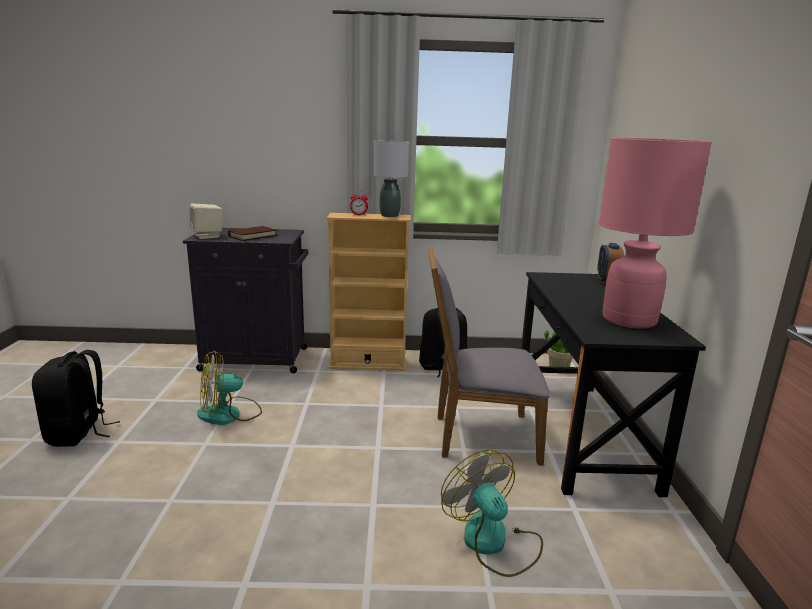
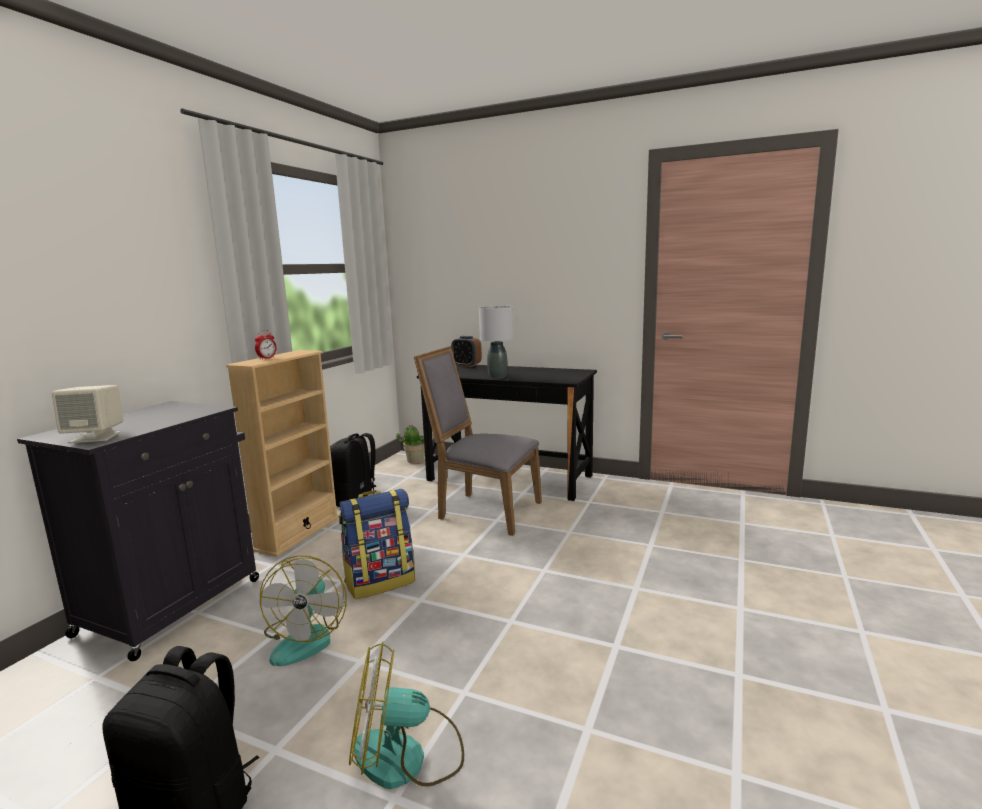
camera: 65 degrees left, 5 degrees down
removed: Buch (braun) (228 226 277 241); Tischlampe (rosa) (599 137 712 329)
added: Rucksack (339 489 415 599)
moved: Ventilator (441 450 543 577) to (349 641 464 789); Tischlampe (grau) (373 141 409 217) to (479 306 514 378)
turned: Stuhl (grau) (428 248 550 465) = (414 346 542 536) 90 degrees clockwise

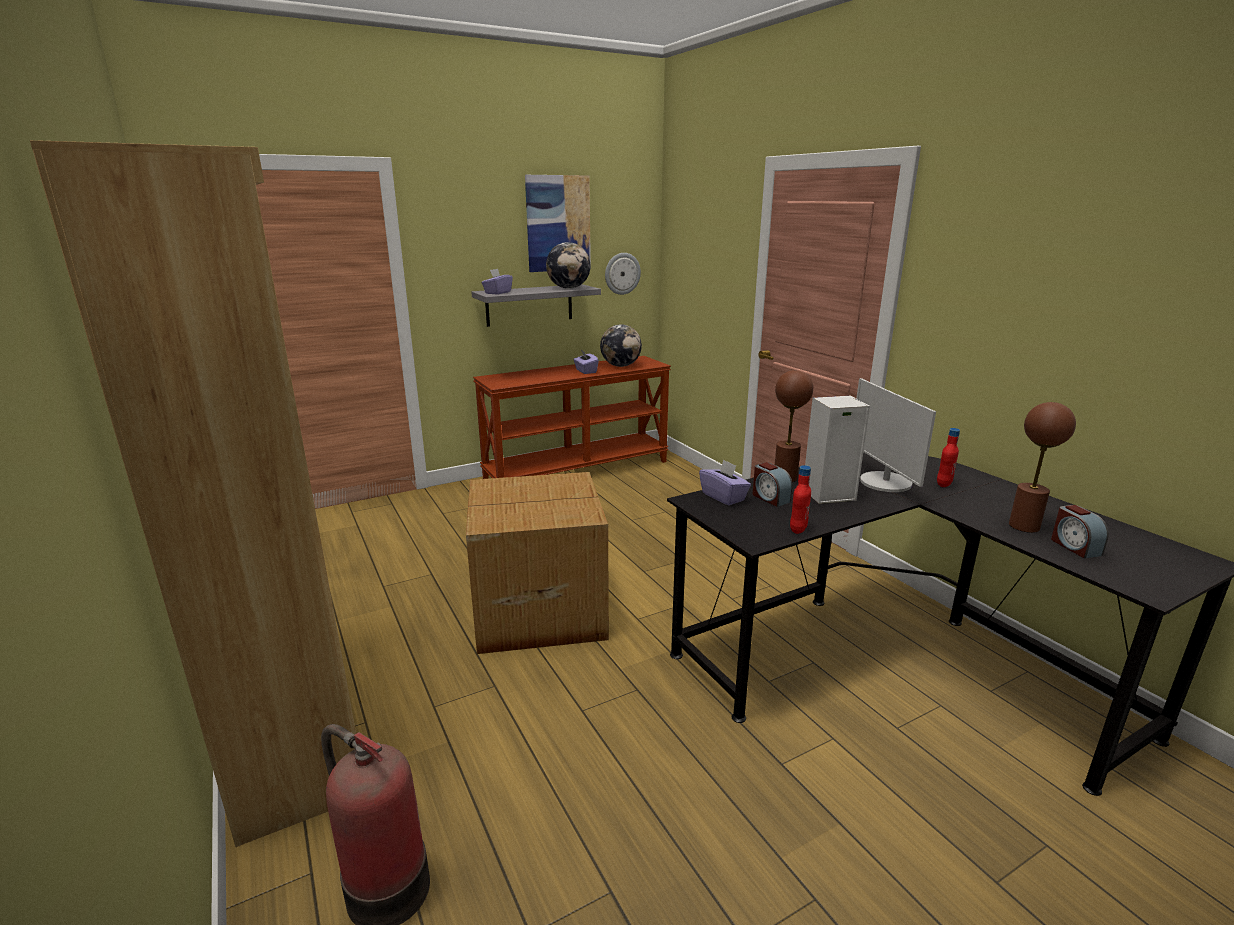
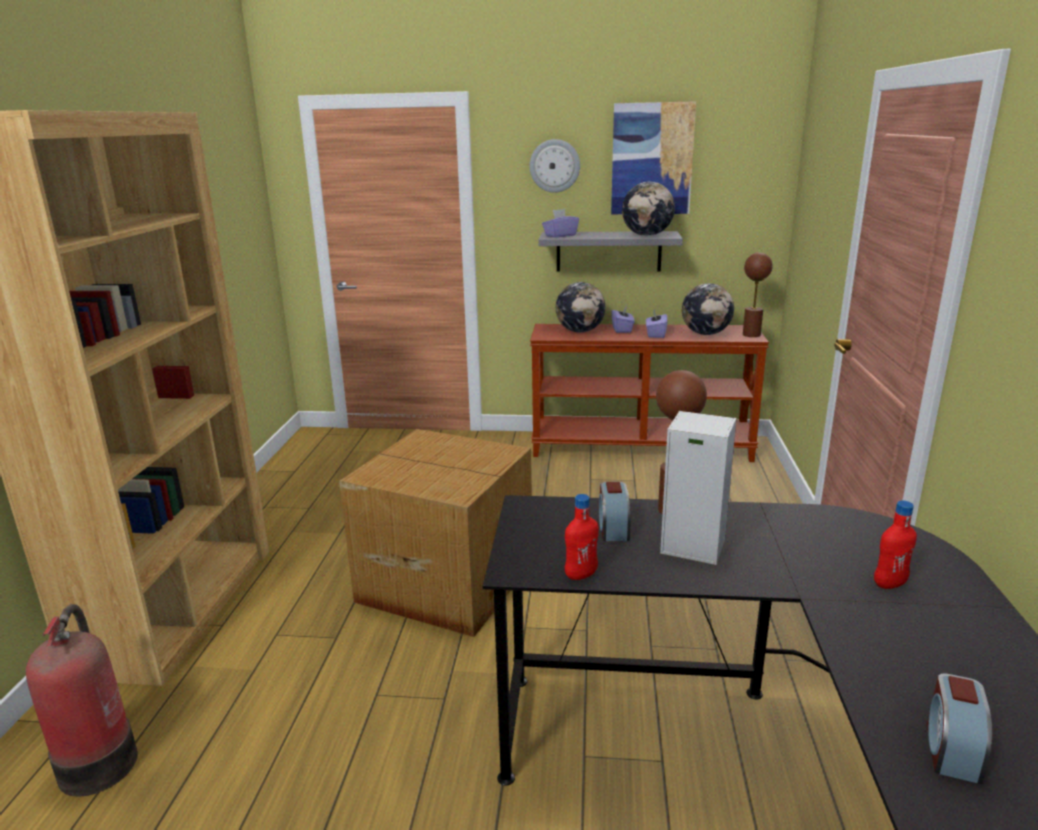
camera: 35 degrees right, 0 degrees up
removed: Monitor (856 378 936 492)
added: Globus (556 282 605 333)
moved: Wanduhr (605 253 641 295) to (530 139 580 193); Taschentuchbox (lila) (699 459 751 505) to (611 306 635 333); Tischlampe (braun) (1009 402 1076 533) to (743 253 773 337)

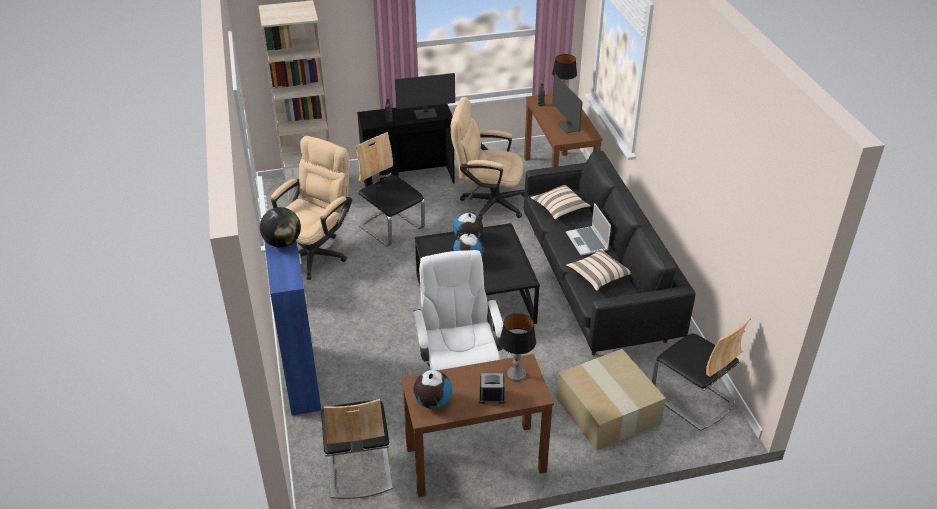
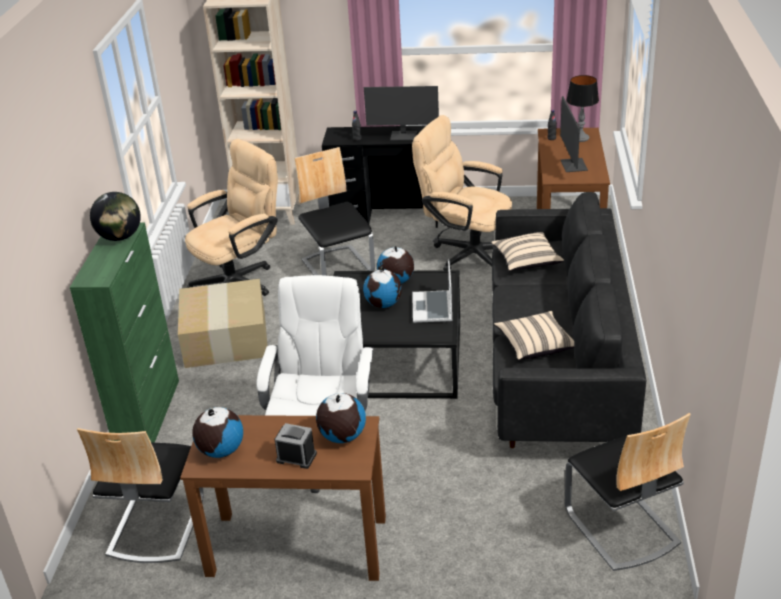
camera: 20 degrees right, 5 degrees down
moved: Karton (556 349 666 451) to (178 279 268 368); Laptop (566 203 611 256) to (412 259 452 323)
replaced: Tischlampe (499 313 536 381) to Globus (316 393 366 443)
recoloured: Schrank (blau) (264 240 321 416) to Schrank (grün) (70 222 179 443)

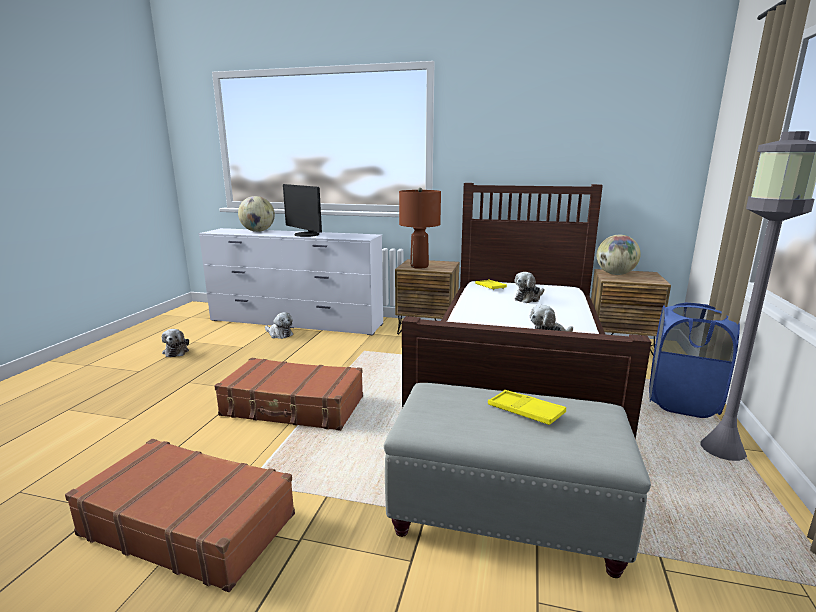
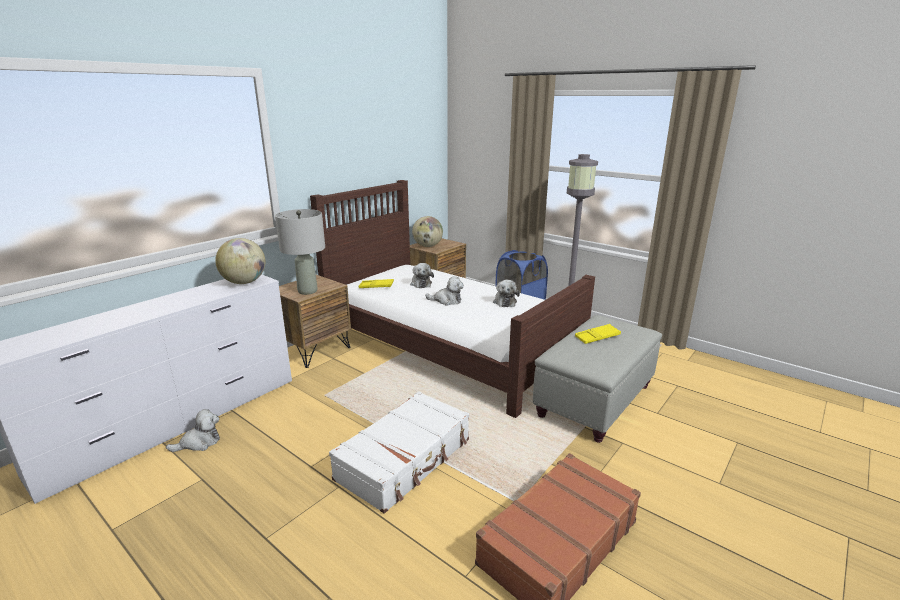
camera: 65 degrees left, 5 degrees up
removed: Monitor (283 184 322 237)
moved: Globus (238 196 275 232) to (215 238 265 284); Plüschtier (161 329 189 357) to (425 276 464 305)
recoloured: Tischlampe (braun) (399 188 441 269) to Tischlampe (grau) (275 209 325 295); Koffer (braun) (214 358 363 431) to Koffer (weiß) (329 391 469 513)

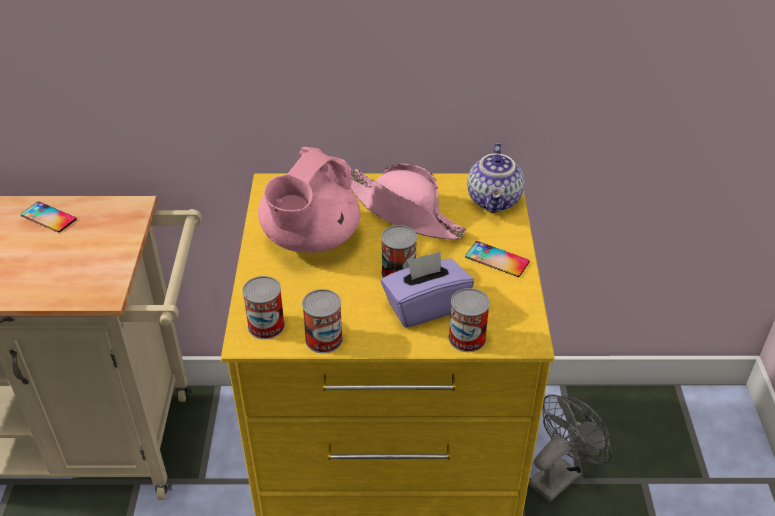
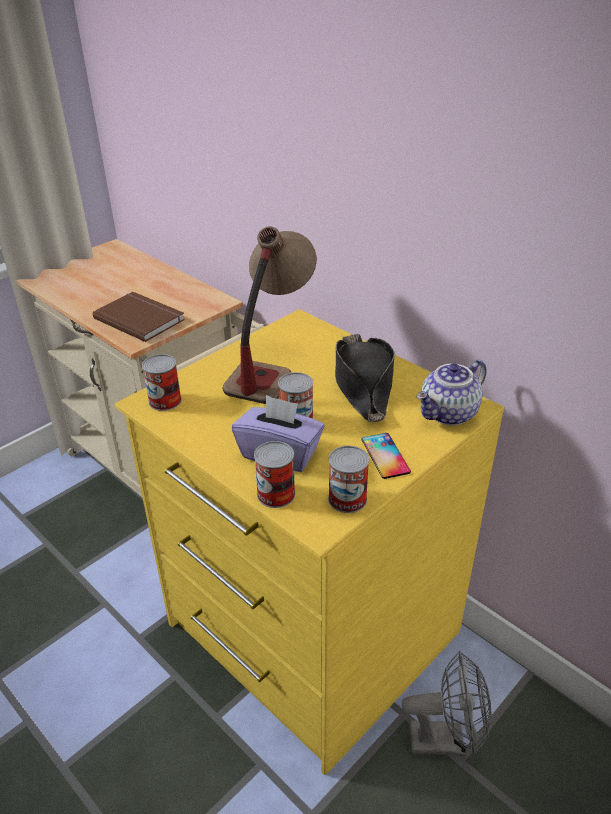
camera: 45 degrees right, 5 degrees down
removed: Handy (21 202 77 232)
added: Buch (braun) (93 292 185 342)
moved: Dose (302 289 343 353) to (328 446 369 513)
replaced: Teekanne (rosa) (258 147 361 253) to Tischlampe (223 226 317 404)
recoloured: Hut (rosa) (351 163 466 240) to Hut (schwarz) (335 334 395 422)

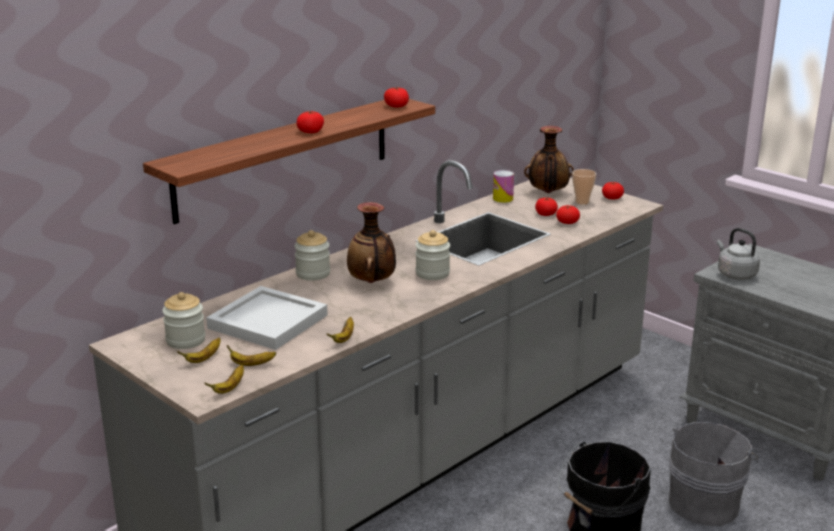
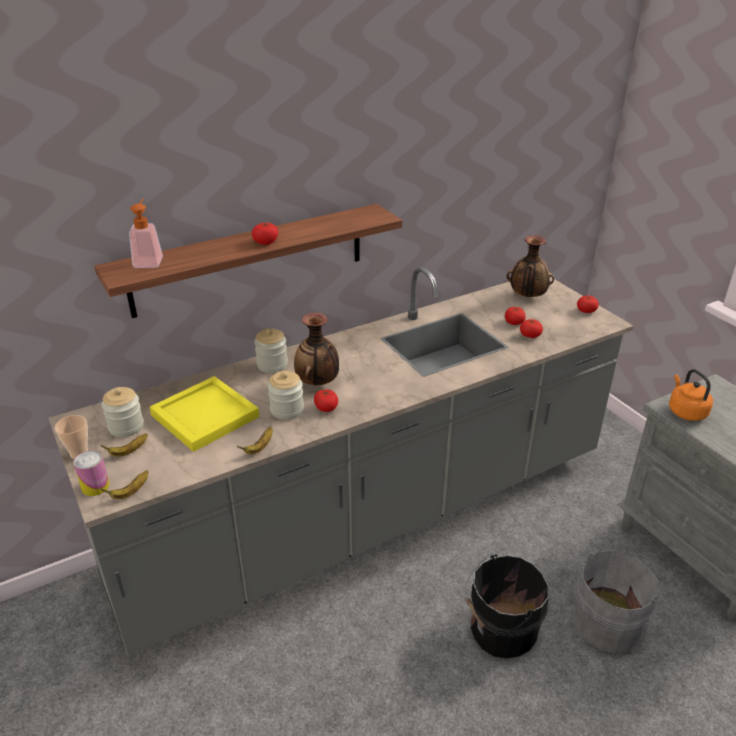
camera: 15 degrees right, 10 degrees up
removed: Banane (227 345 276 366)
added: Seifenspender (129 198 163 268)
moved: Tasse (572 169 596 204) to (55 415 88 459); Dose (493 170 514 203) to (73 451 110 496); Vorratsglas (415 230 450 280) to (268 371 304 420); Tomate (384 87 409 107) to (314 389 338 412)
recoloured: Tablett (weiß) (206 286 328 350) to Tablett (gelb) (150 376 259 452); Wasserkessel (grau) (717 228 760 280) to Wasserkessel (orange) (669 369 713 421)

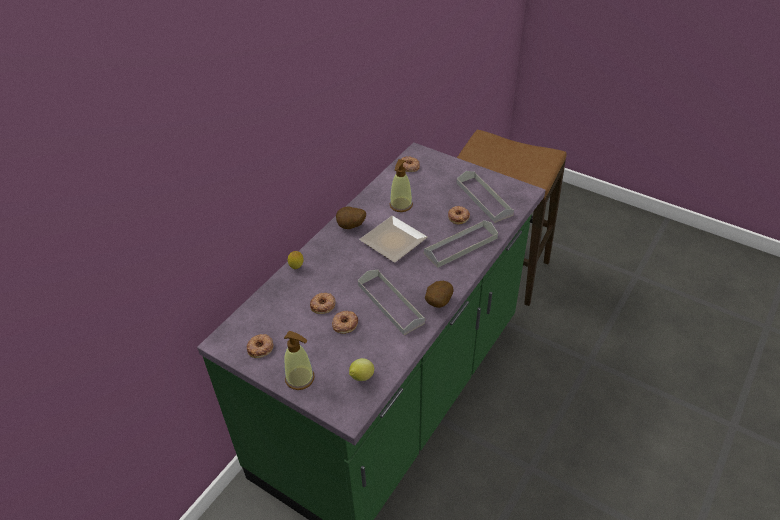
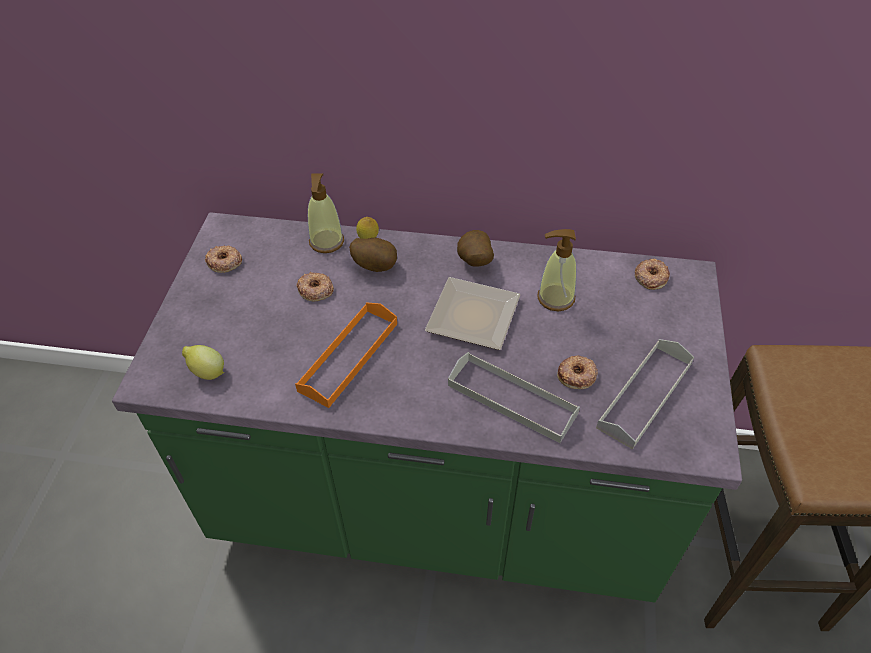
camera: 65 degrees right, 5 degrees up
removed: Donut (332 311 358 334)
moved: Seifenspender (284 331 315 390) to (308 173 344 253); Kartoffel (425 281 454 308) to (349 238 397 272)
recoloured: Tablett (grau) (358 270 425 335) to Tablett (orange) (295 302 397 408)

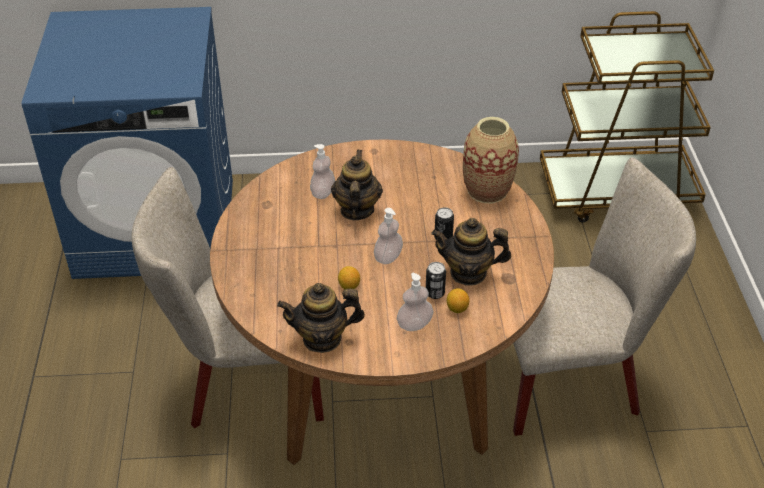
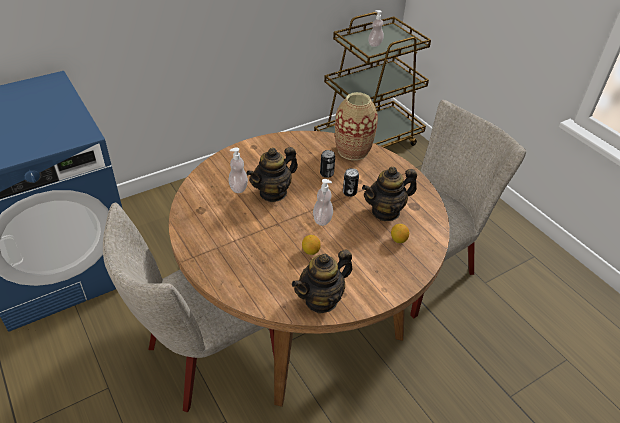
camera: 30 degrees left, 0 degrees up
moved: Dose (426 262 446 299) to (320 150 335 178); Seifenspender (397 273 433 331) to (368 10 384 47)
turned: Teekanne (331 150 383 220) = (246 147 298 202) 105 degrees counterclockwise

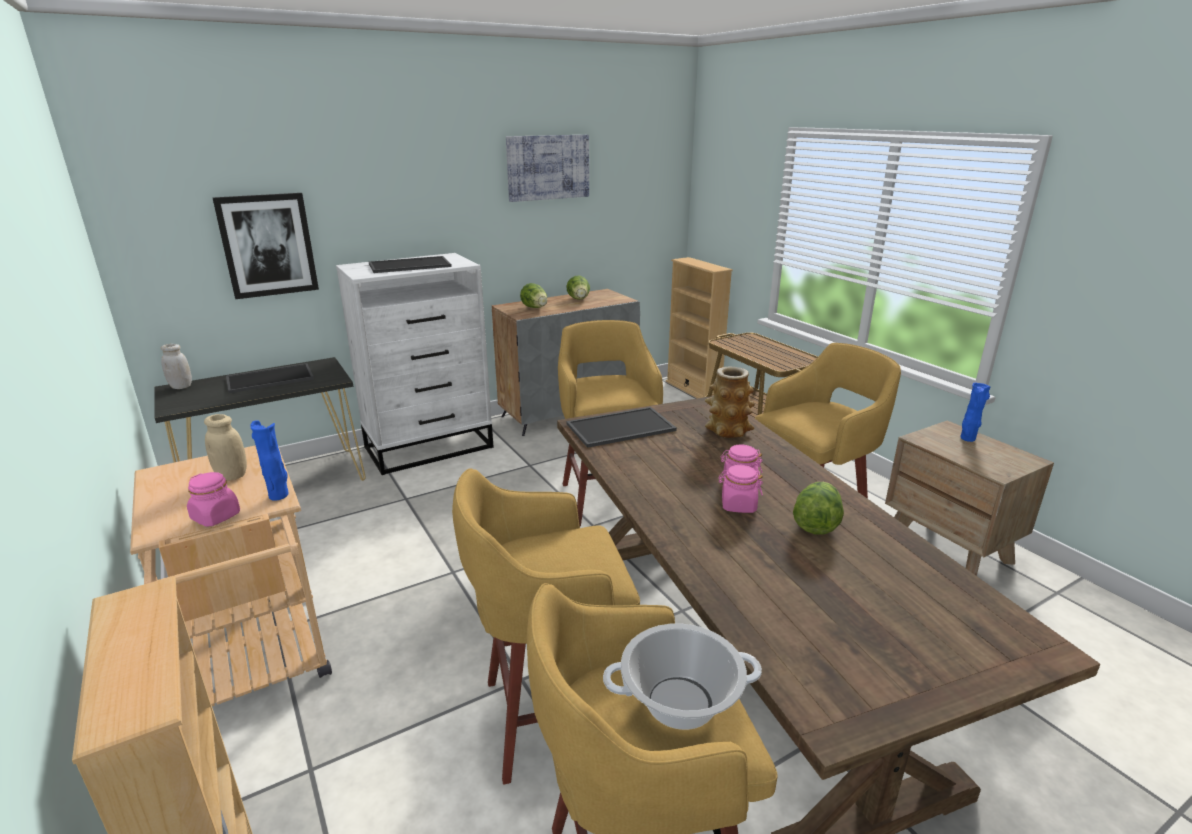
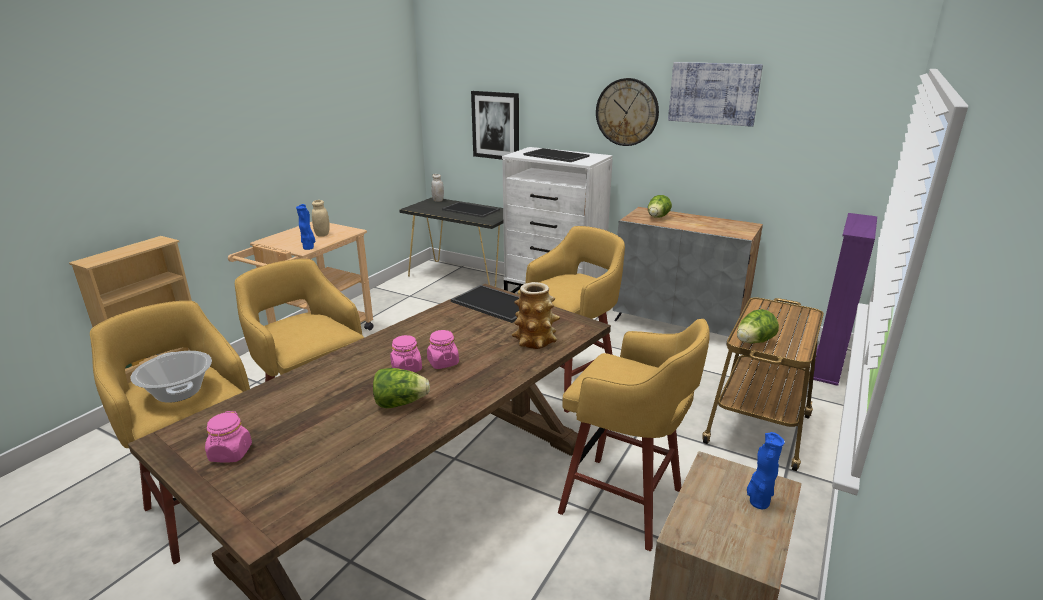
camera: 60 degrees right, 0 degrees up
added: Wanduhr (596 78 659 146)
moved: Vorratsglas (rosa) (187 472 240 527) to (205 411 252 462); Salatkopf (566 275 590 300) to (737 309 779 343)
recoloured: Bücherregal (beige) (666 257 733 398) to Bücherregal (lila) (813 213 877 386)

